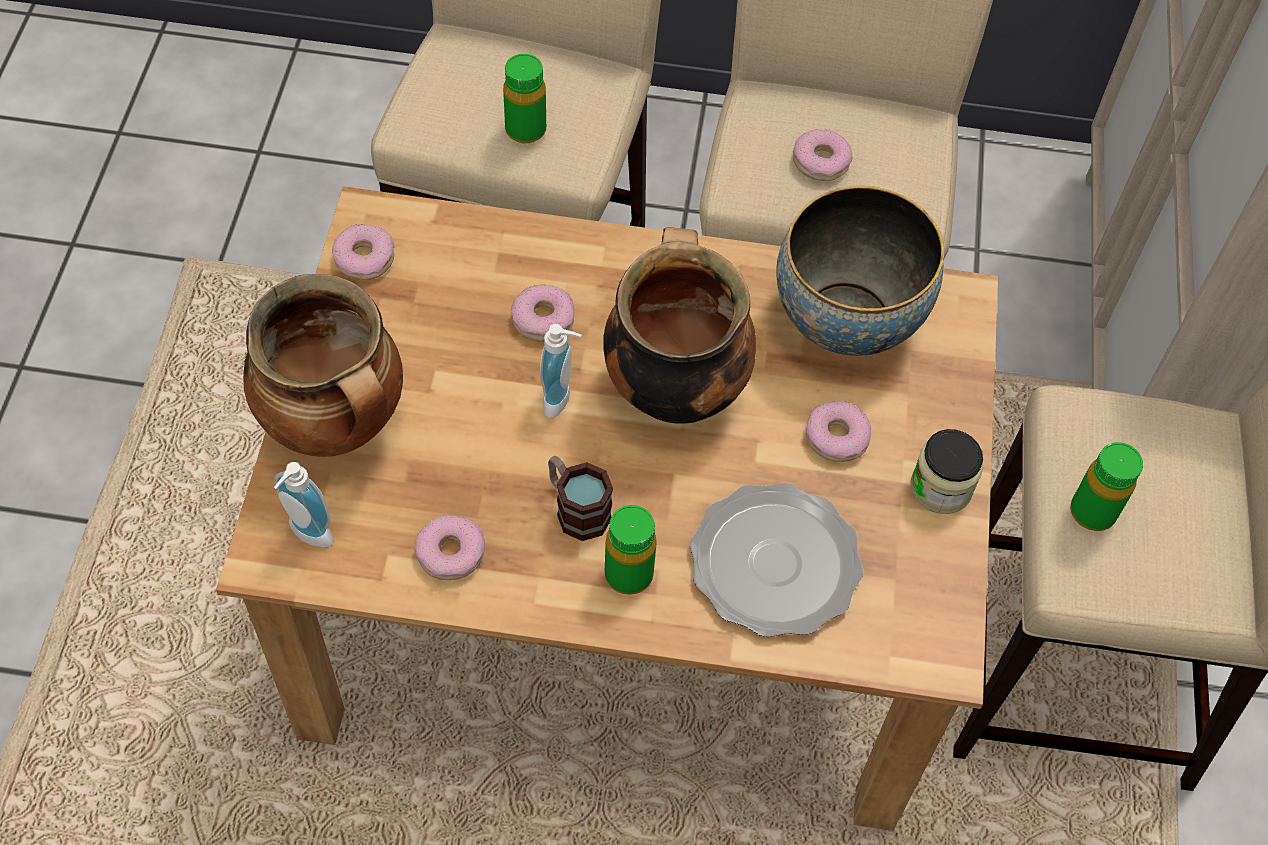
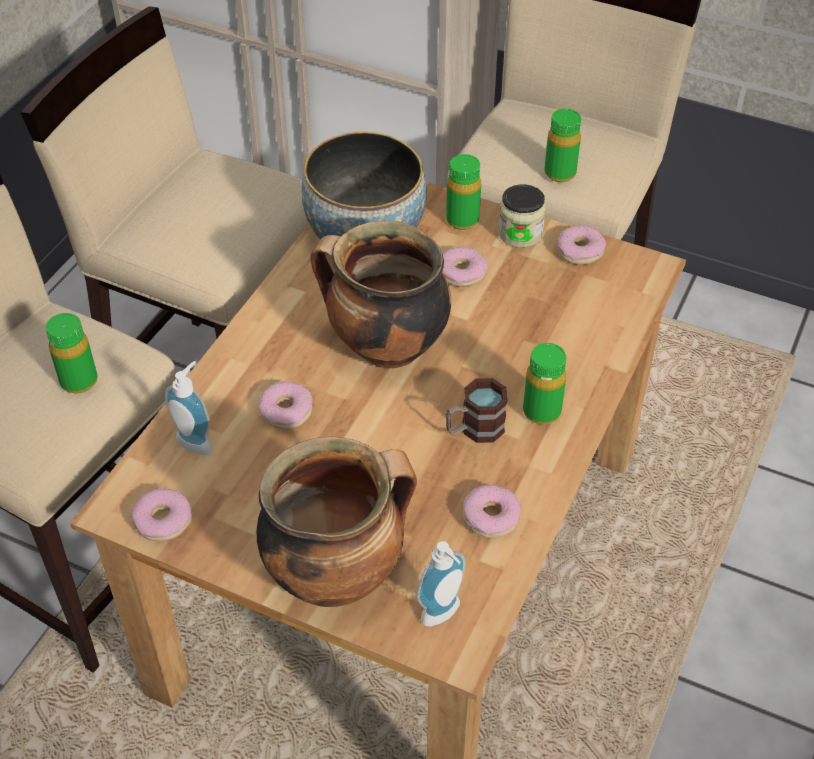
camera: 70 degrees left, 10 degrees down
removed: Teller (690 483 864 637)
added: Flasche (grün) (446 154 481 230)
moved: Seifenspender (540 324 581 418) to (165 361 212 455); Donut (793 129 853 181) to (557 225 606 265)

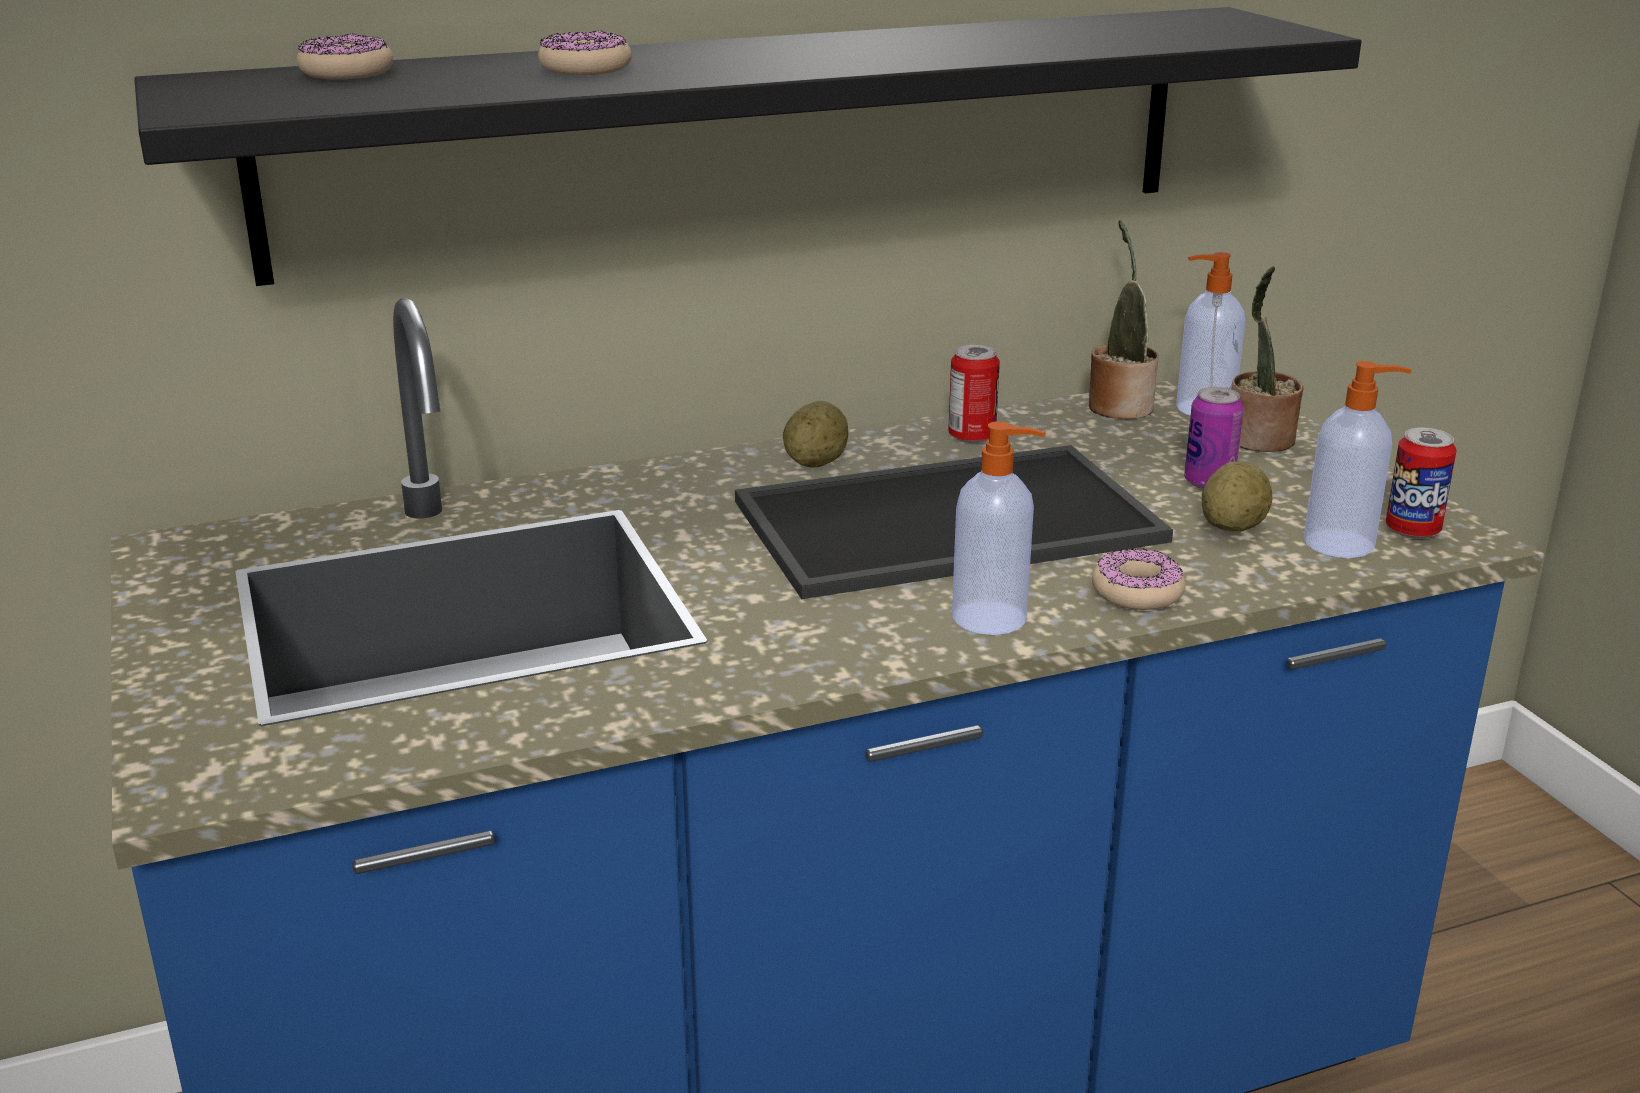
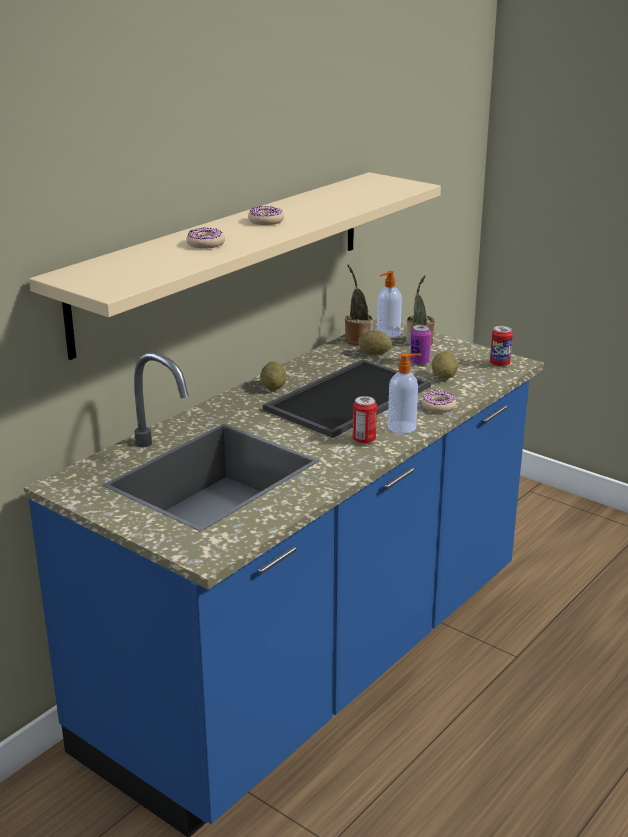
camera: 30 degrees left, 0 degrees up
removed: Seifenspender (1304 361 1412 558)
added: Kartoffel (358 330 392 355)
moved: Donut (296 33 393 79) to (248 206 284 225); Dose (948 345 1000 443) to (353 396 377 444)
recoloured: Wandregal (schwarz) (134 7 1361 286) to Wandregal (beige) (29 172 441 360)

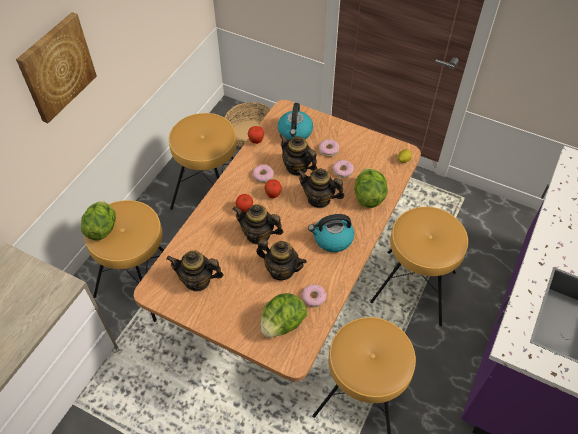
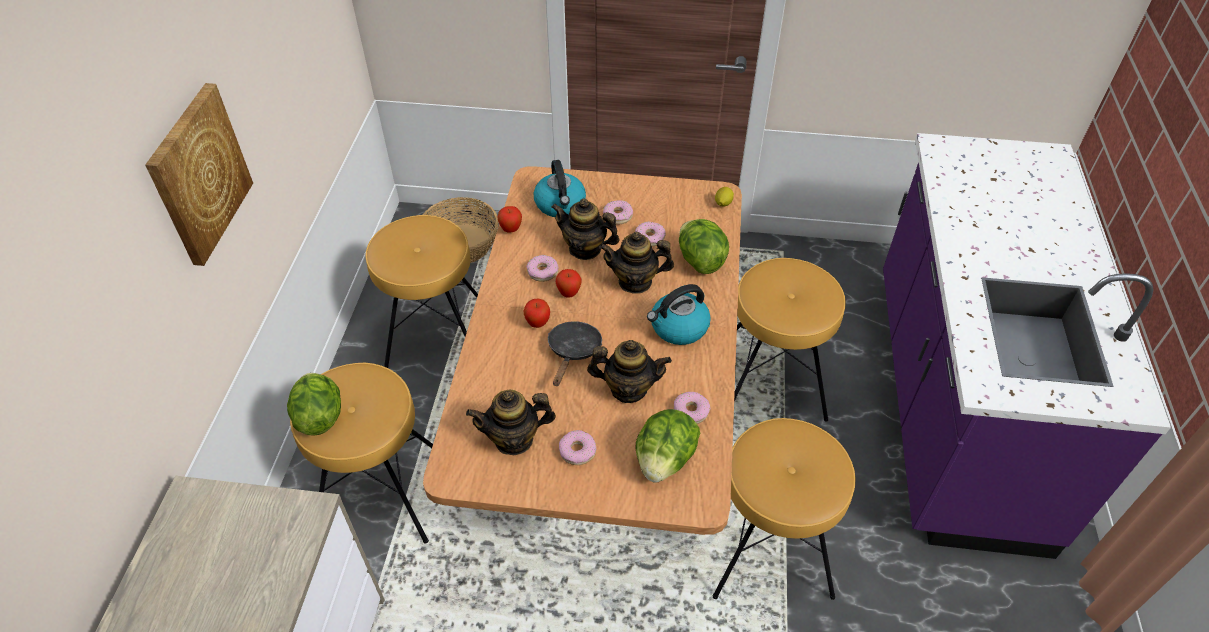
camera: 20 degrees left, 5 degrees down
added: Donut (559 430 596 465)
replaced: Teekanne (233 204 284 245) to Pfanne (schwarz) (548 321 602 386)

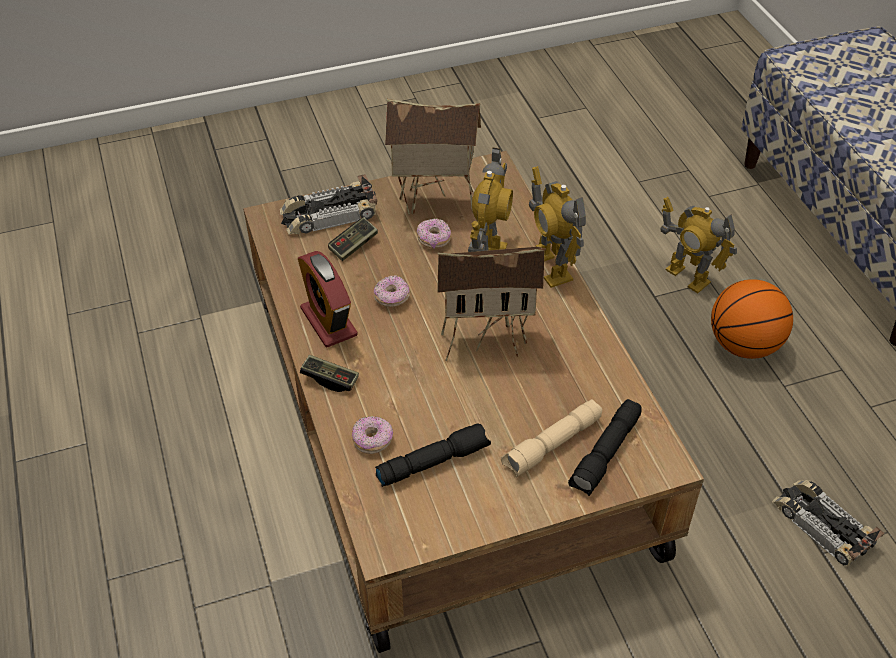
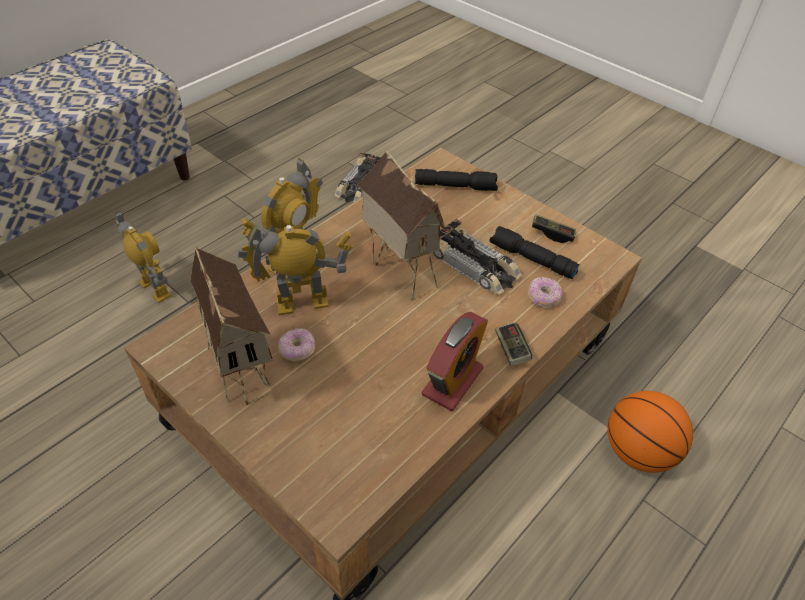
camera: 120 degrees left, 0 degrees up
removed: Donut (374 275 410 307); Taschenlampe (beige) (501 399 602 478)
moved: Spielzeugauto (280 174 377 235) to (433 219 522 295); Gamepad (328 217 378 261) to (532 214 576 243); Basketball (711 279 793 359) to (608 391 693 473)
turned: Spielzeugroboter (660 197 737 293) = (115 211 171 303) 60 degrees counterclockwise

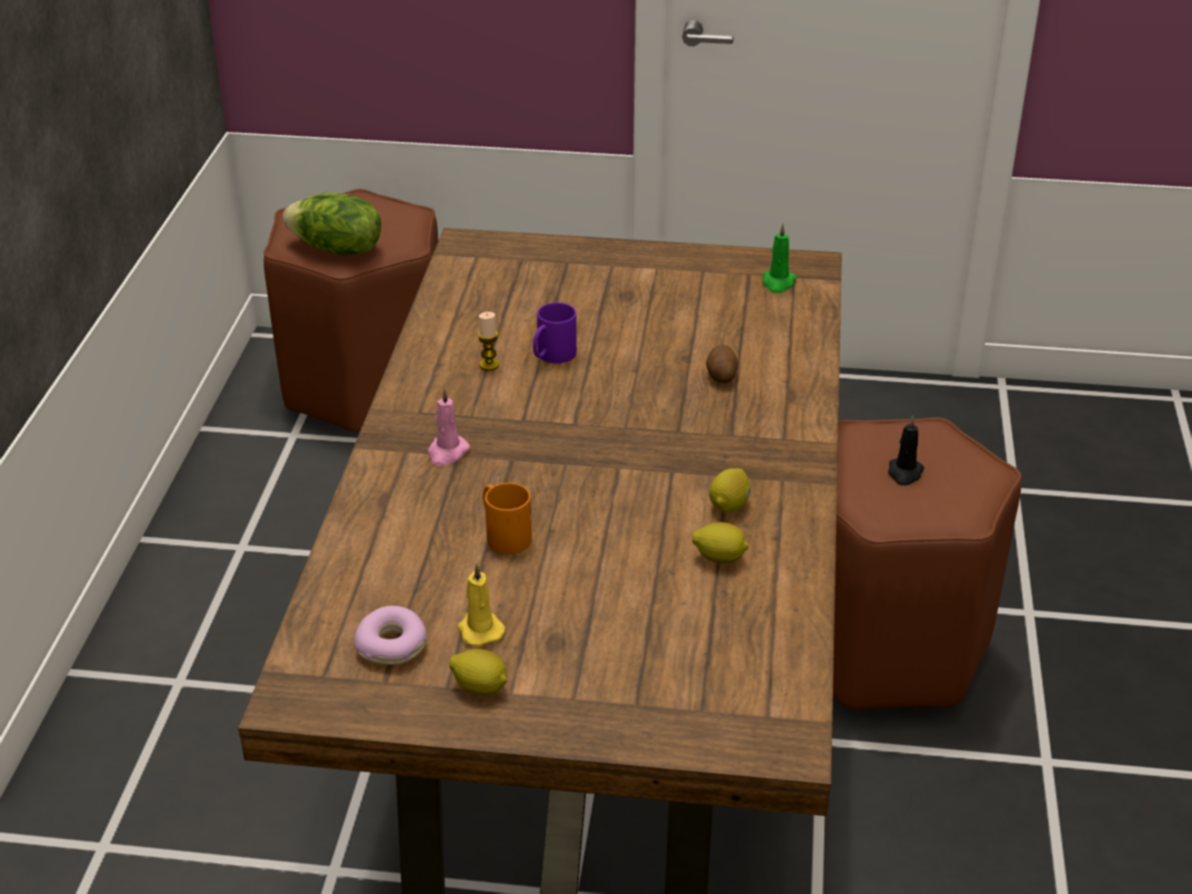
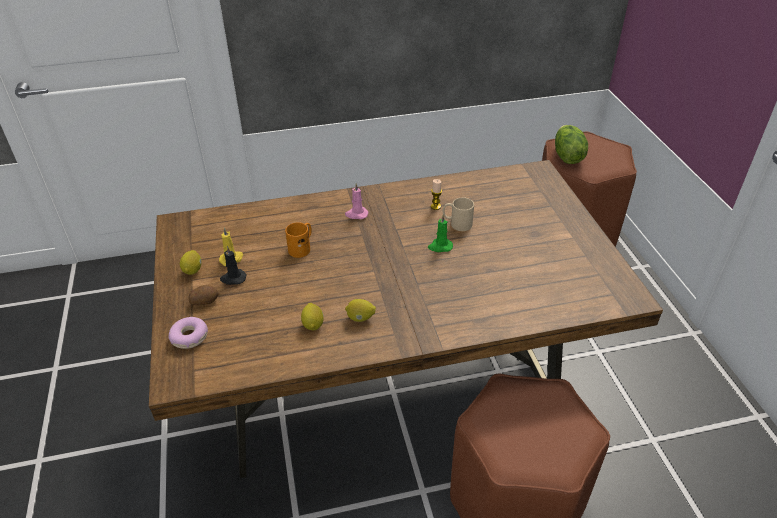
camera: 70 degrees right, 5 degrees up
moved: Donut (354 606 427 665) to (169 317 208 349); Kartoffel (706 345 738 383) to (188 285 219 305); Kerze (schwarz) (888 416 924 486) to (220 246 246 285); Kerze (grün) (762 224 797 293) to (428 215 453 252)
recoloured: Henkelbecher (lila) (533 303 577 364) to Henkelbecher (beige) (442 197 474 231)

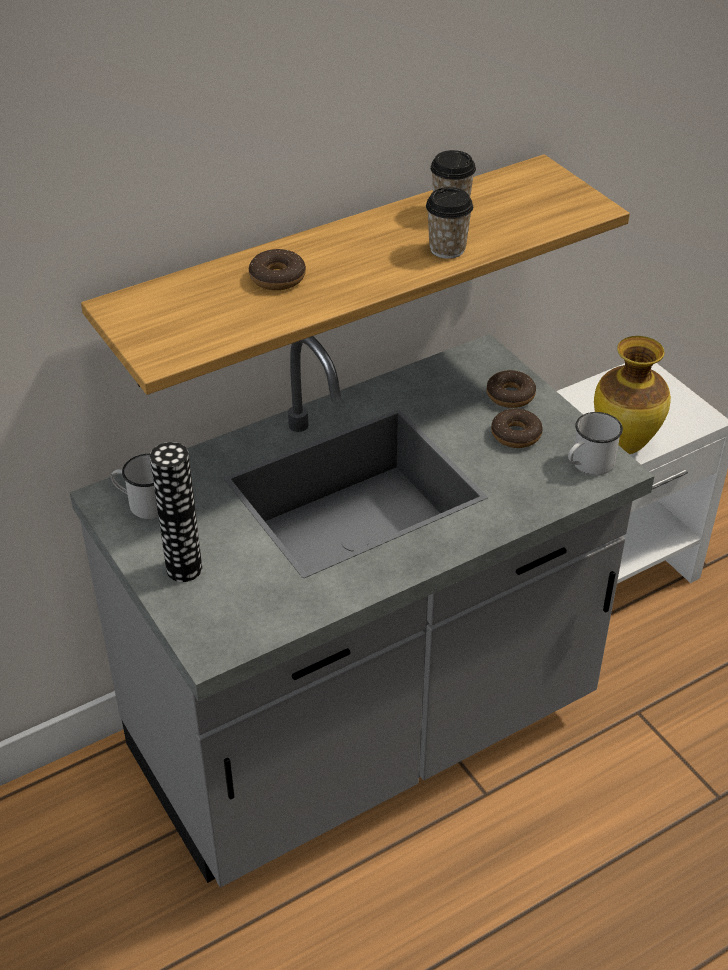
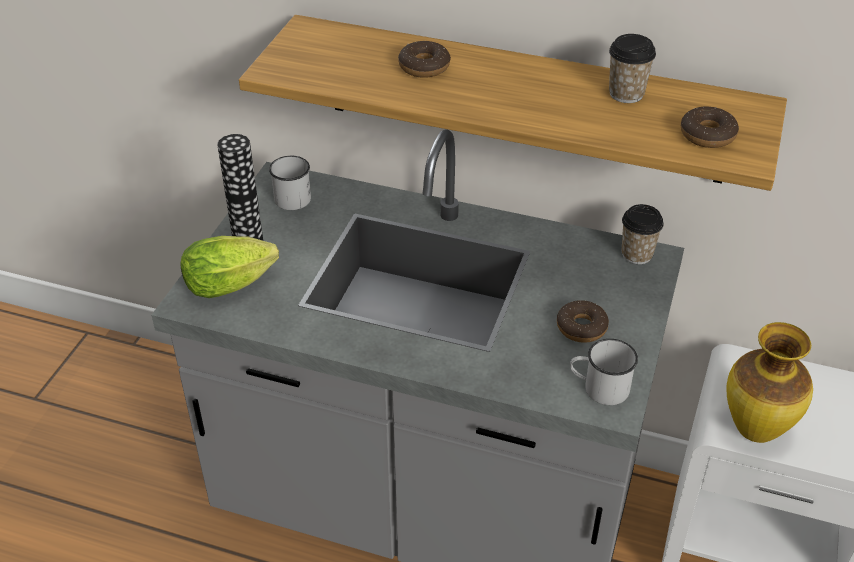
camera: 50 degrees right, 0 degrees up
added: Salatkopf (180 236 279 298)
moved: Tasse (426 187 473 259) to (621 204 664 264); Donut (487 370 536 408) to (681 106 739 148)

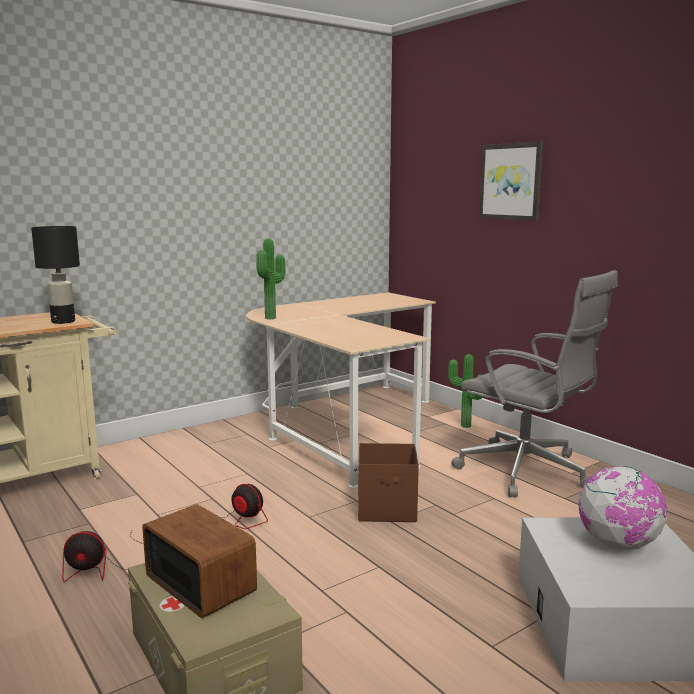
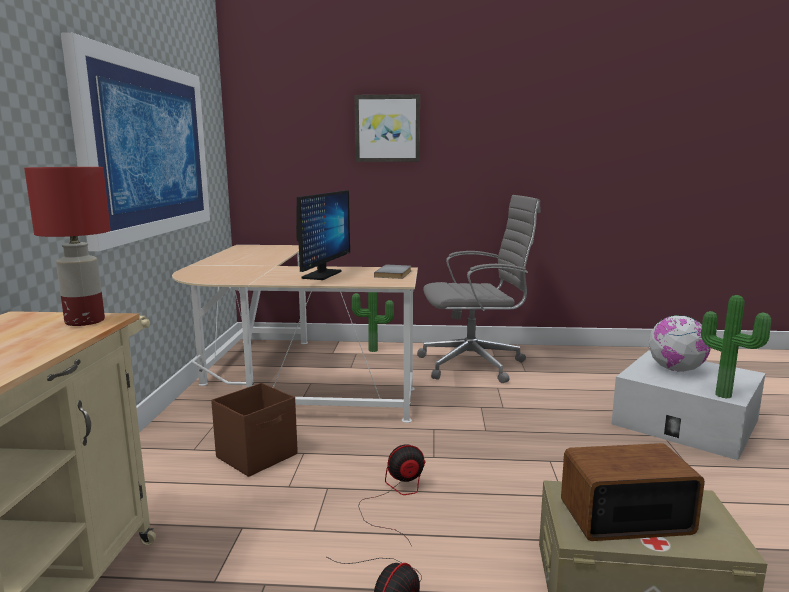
camera: 50 degrees left, 0 degrees up
added: Bild (61 33 210 251); Monitor (296 190 350 280); Buch (grau) (374 265 411 279)
moved: Aufbewahrungsbox (braun) (358 443 419 522) to (211 383 298 477); Topfpflanze (257 238 286 320) to (701 295 771 398)
recoloured: Tischlampe (schwarz) (31 226 80 324) to Tischlampe (rot) (24 167 111 326)

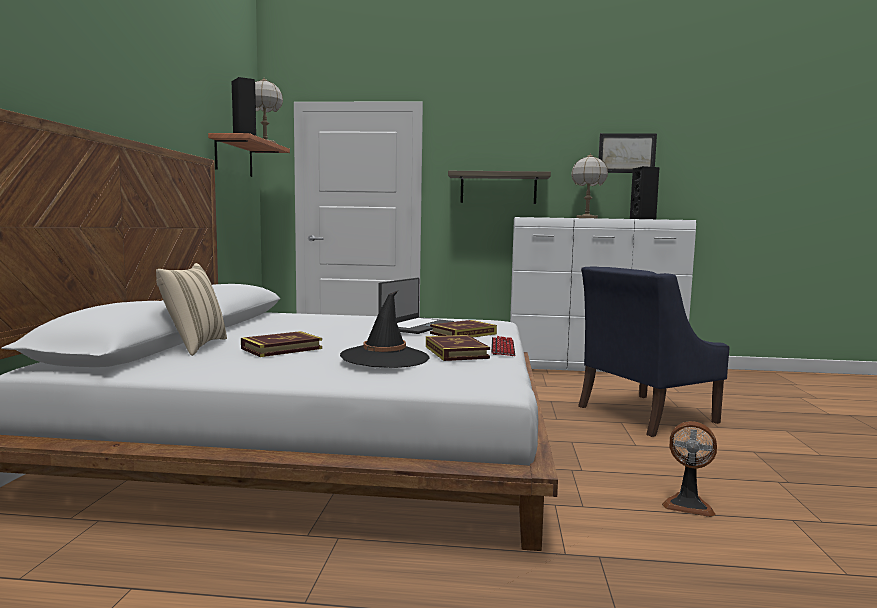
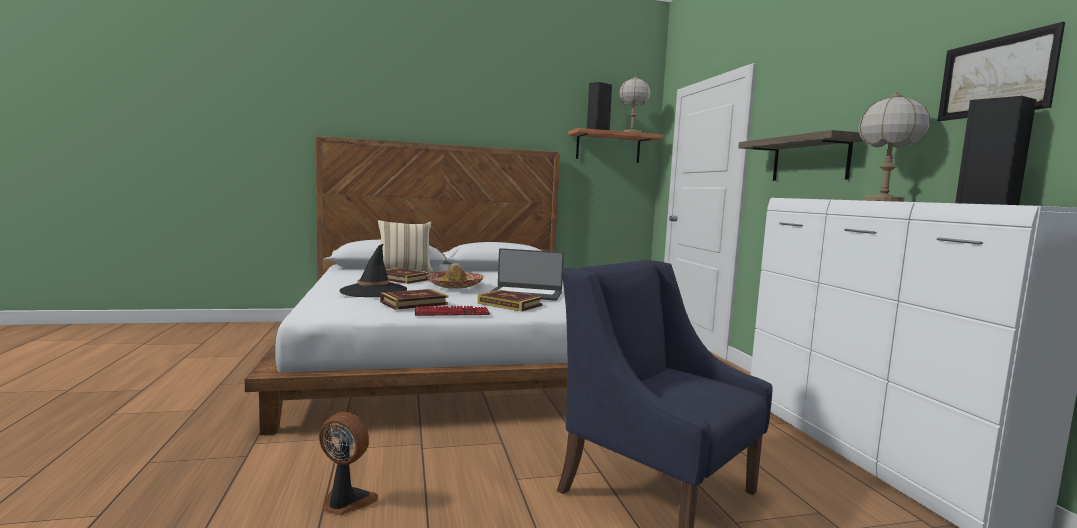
camera: 70 degrees right, 0 degrees up
added: Hut (426 263 484 289)
turned: Ventilator (662 421 717 517) = (319 412 378 515) 105 degrees clockwise

